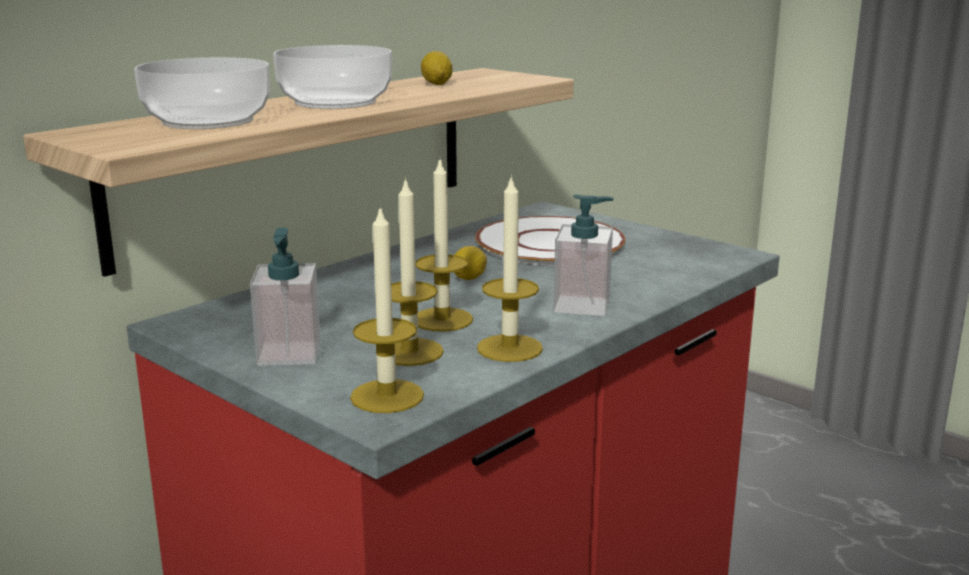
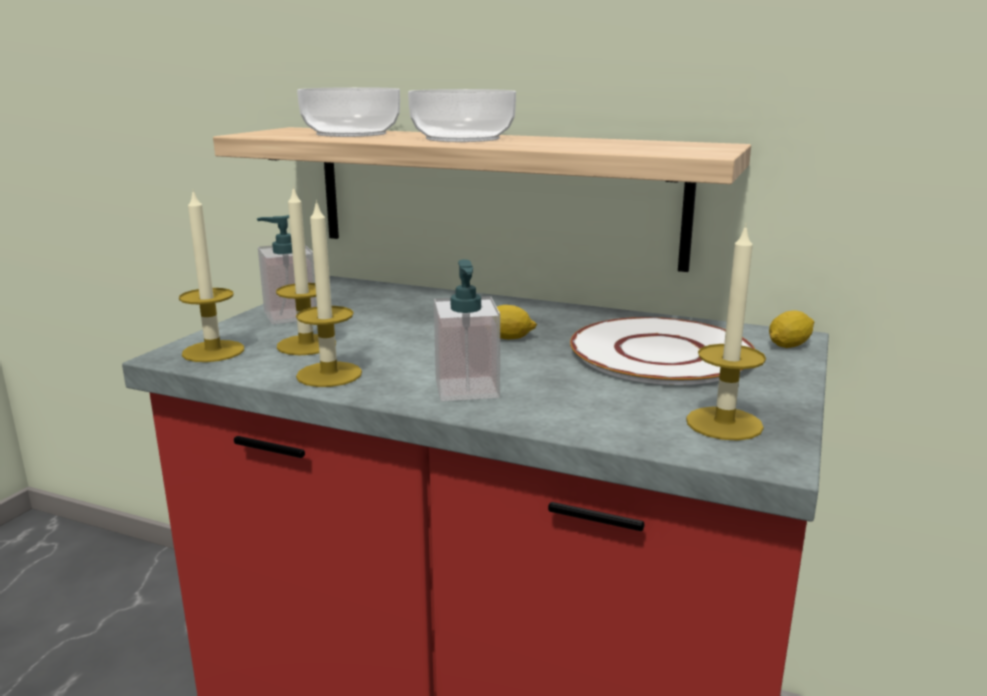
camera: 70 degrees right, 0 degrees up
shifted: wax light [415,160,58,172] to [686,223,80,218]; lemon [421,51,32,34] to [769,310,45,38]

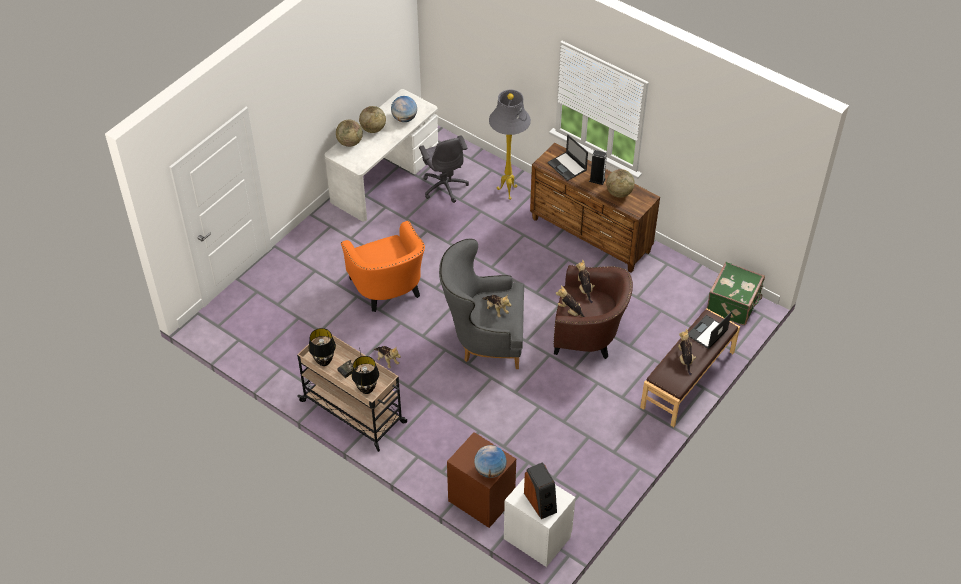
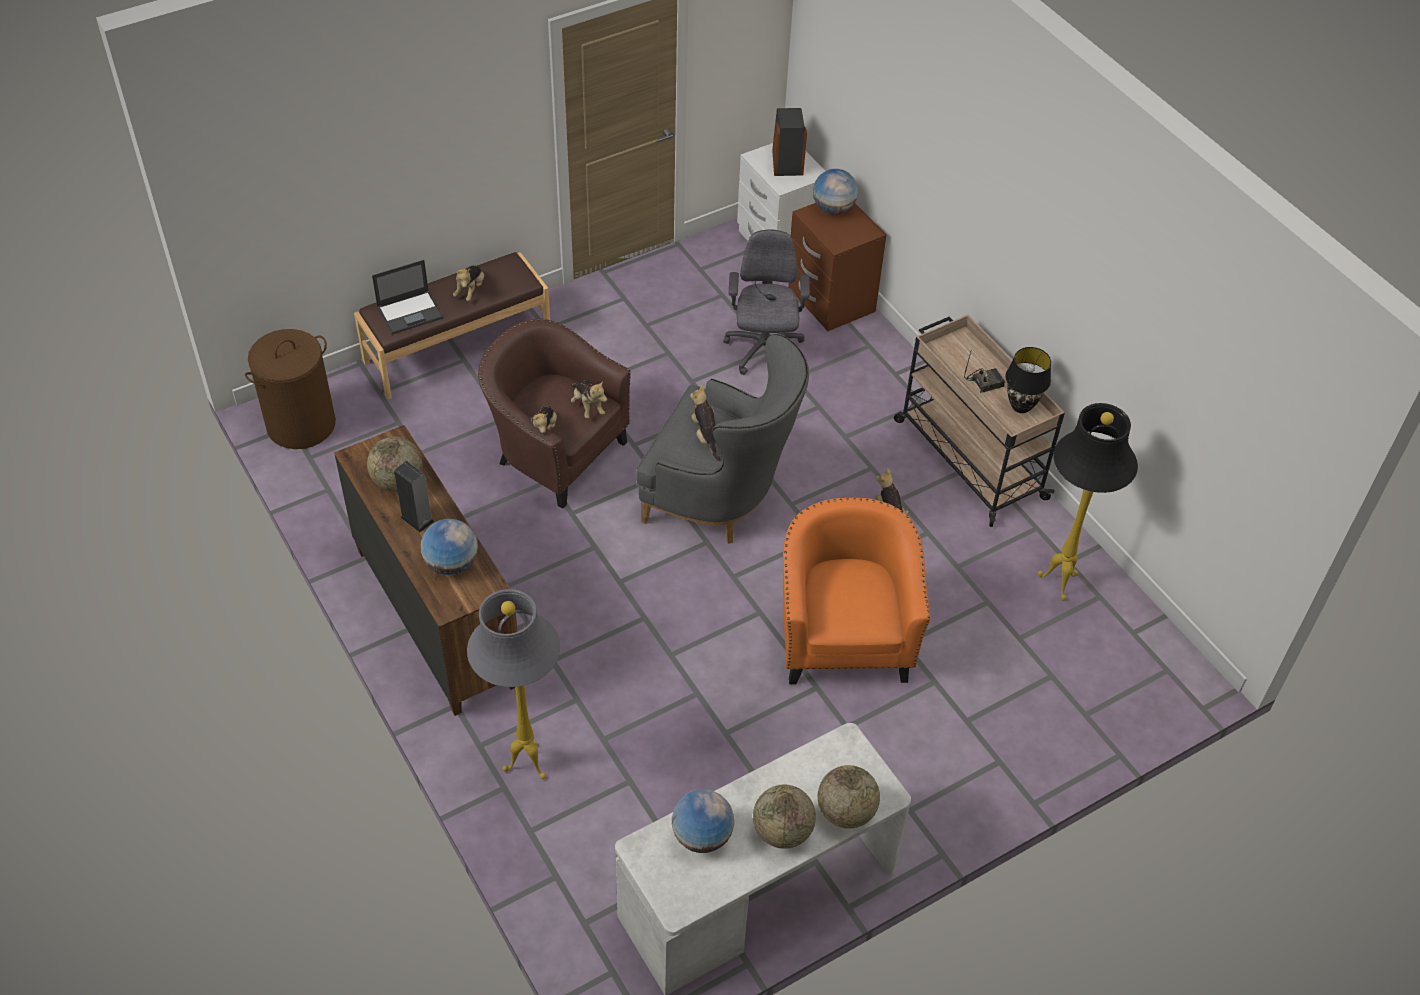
camera: 160 degrees left, 0 degrees up
gone: black-coloured lamp for a table [351,356,28,38]
new: black-coloured floor lamp [1038,403,100,198]
shifted: gray computer chair [419,136,50,67] to [723,229,87,146]
swapped: green-coloured travel case [707,262,58,63] to brown laundry basket [245,329,91,120]; notebook computer [547,134,41,47] to world globe [421,519,57,56]

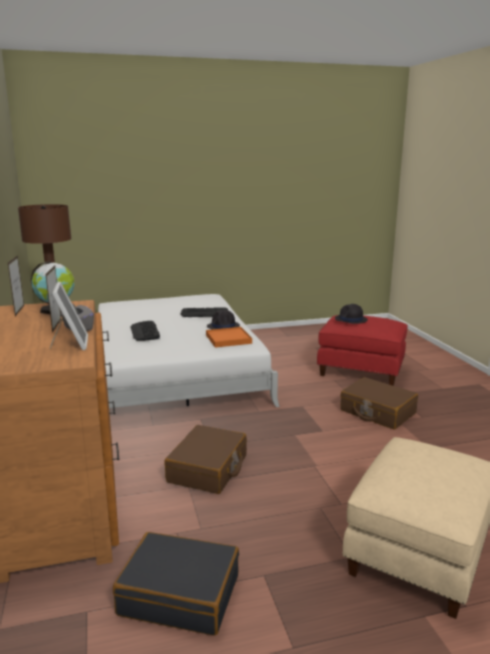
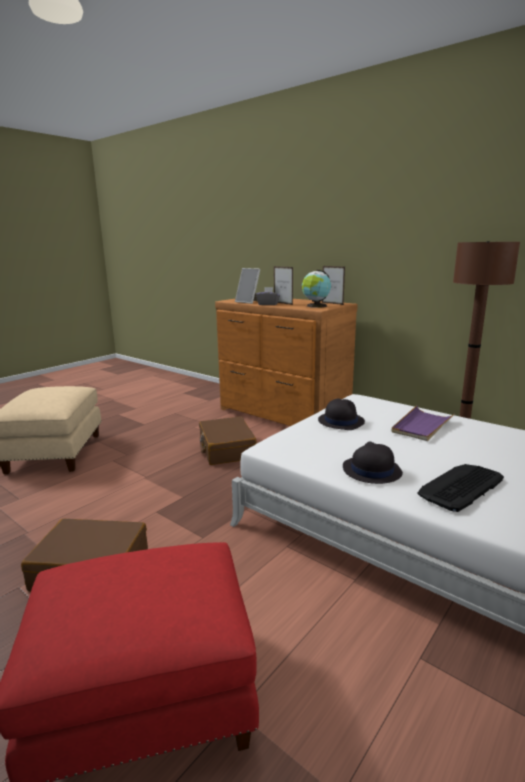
camera: 145 degrees right, 0 degrees up
gone: black-coloured travel case [113,532,126,103]; orange-coloured carrying tray [206,327,46,21]
shifted: black-coloured wearable hat [335,304,33,20] to [318,398,47,32]
swapped: computer keyboard [130,321,30,20] to purple-coloured carrying tray [391,405,64,36]

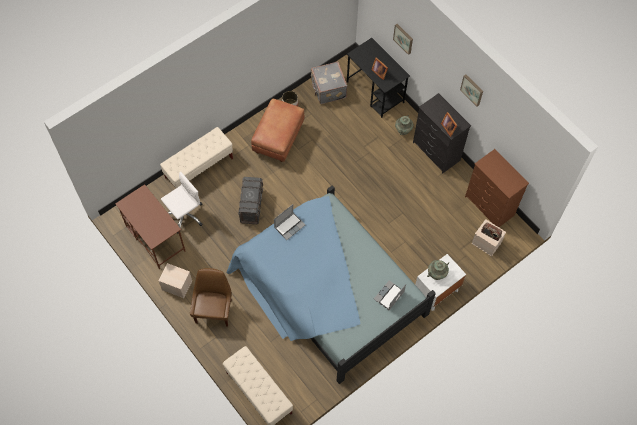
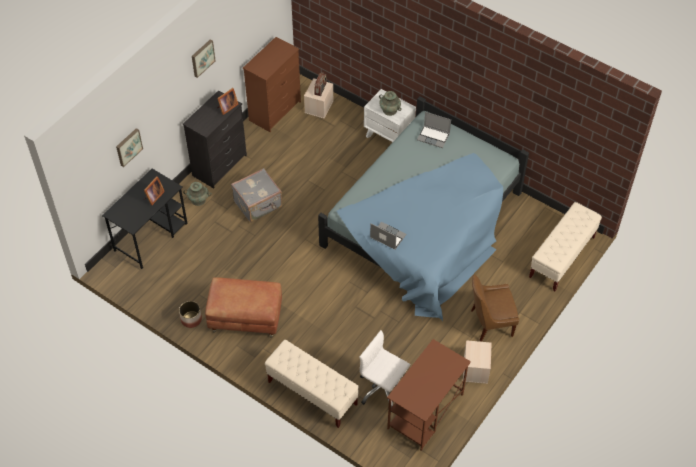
camera: 105 degrees left, 10 degrees down
gone: gray storage box [238,177,25,47]
shifted: gray travel case [311,61,36,43] to [231,168,51,54]

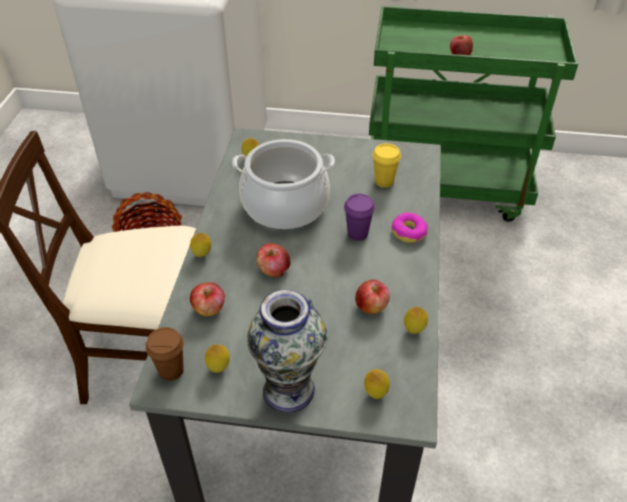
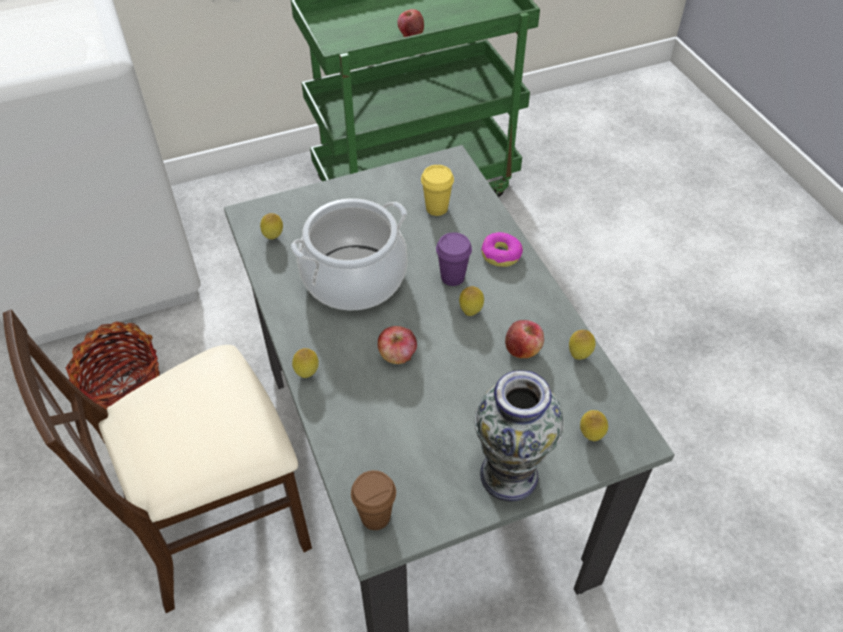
camera: 30 degrees left, 5 degrees up
gone: whole apple [190,282,35,34]
shifted: lemon [205,344,25,29] to [459,286,25,30]

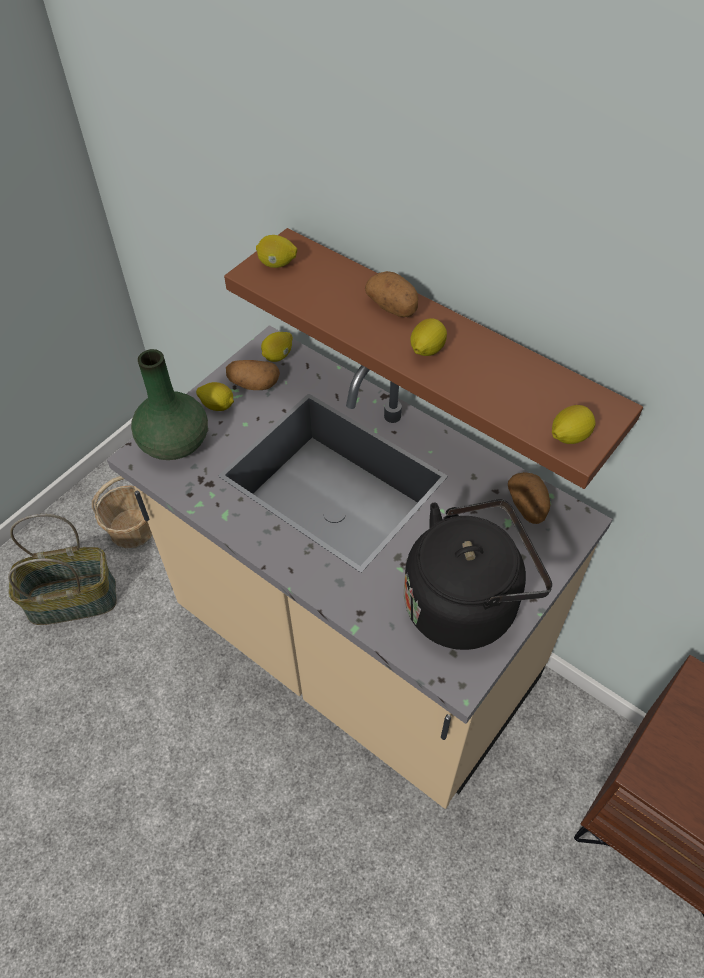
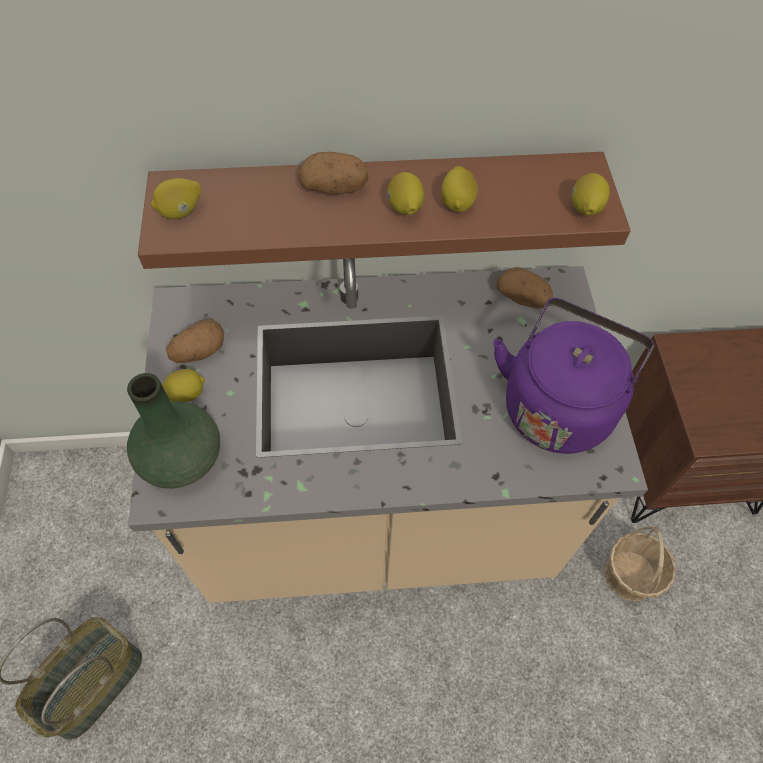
camera: 45 degrees left, 5 degrees up
shifted: lemon [261,332,32,30] to [441,166,37,46]; basket [92,476,60,72] to [604,526,72,75]
repainted: black-coloured water kettle [404,499,148,151] to purple-coloured water kettle [493,298,162,156]

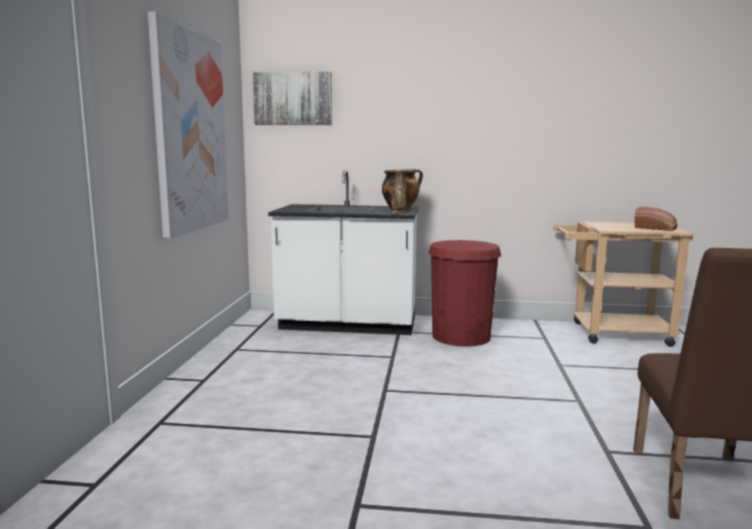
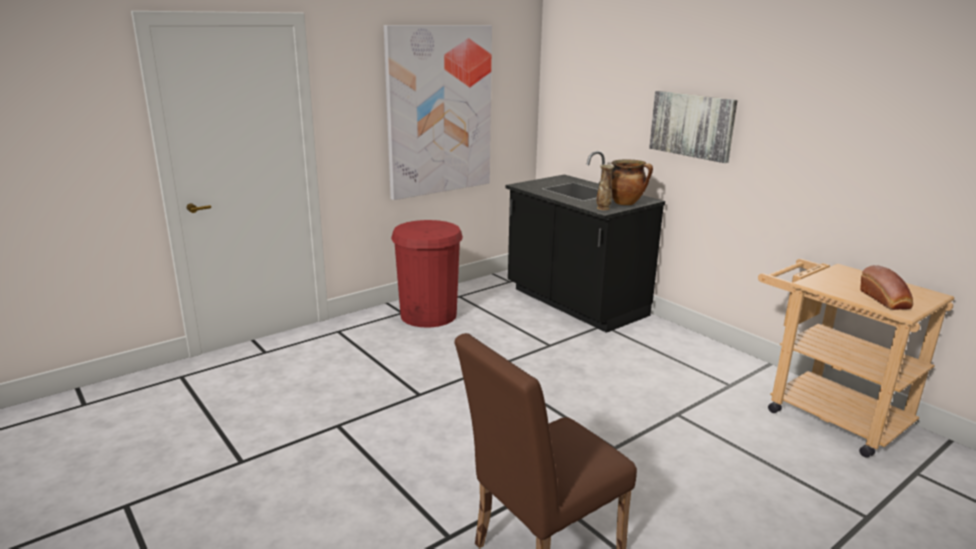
camera: 45 degrees right, 10 degrees up
shifted: reddish trash can [428,240,73,107] to [391,220,72,108]; wall art [253,72,79,53] to [649,91,88,72]
repainted: white kitchen base unit [268,170,150,165] to black-coloured kitchen base unit [505,151,160,182]

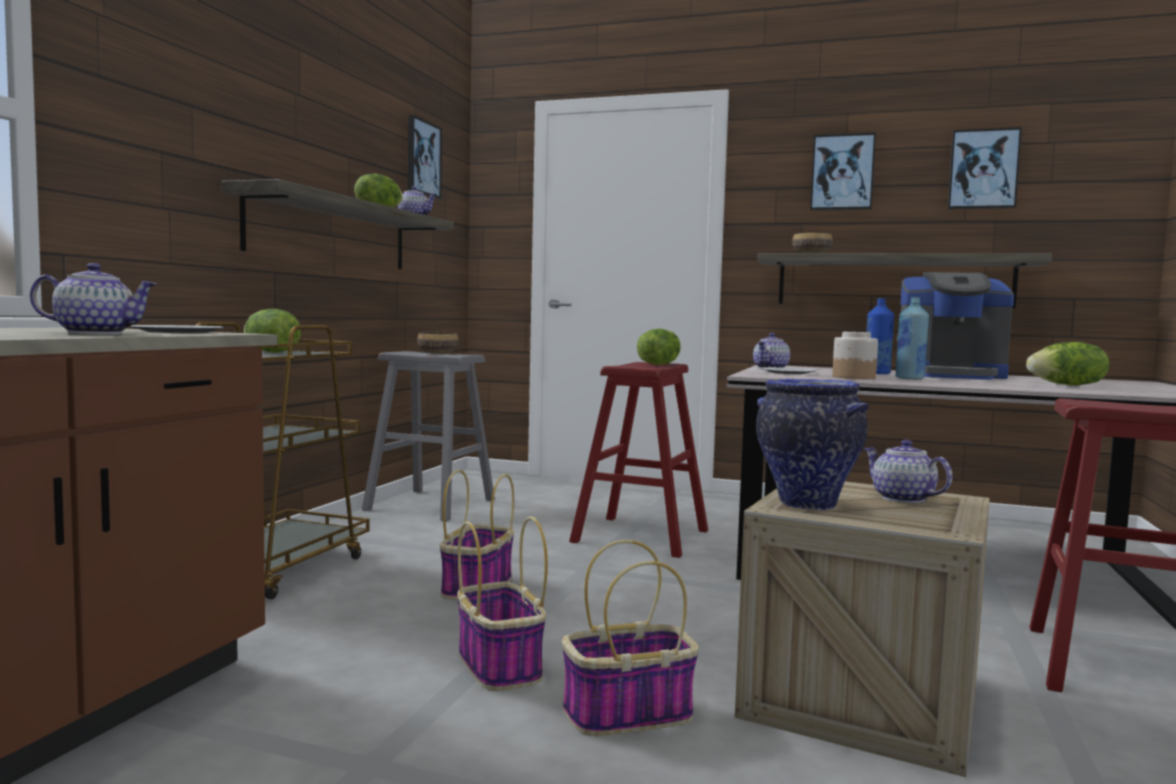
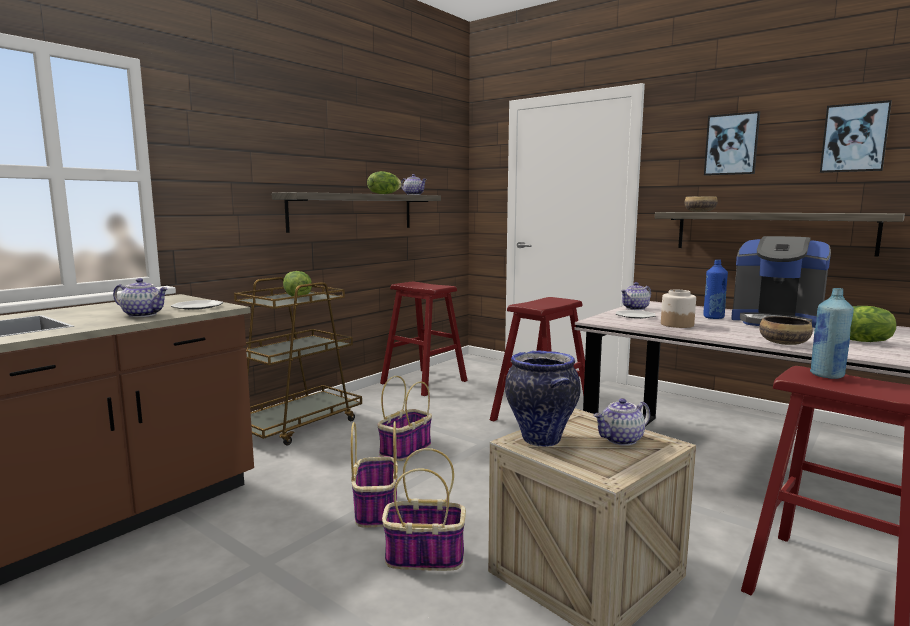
camera: 20 degrees right, 5 degrees up
gone: wall art [408,115,34,84]; head of lettuce [637,329,44,36]
shifted: deep dish [417,332,42,22] to [759,316,54,29]; bluish drink bottle [895,297,34,83] to [810,288,44,91]
repainted: gray stool [362,351,133,170] to reddish stool [380,282,88,114]
rotated: teapot [864,440,88,63] = [593,398,57,48] 105 degrees counterclockwise

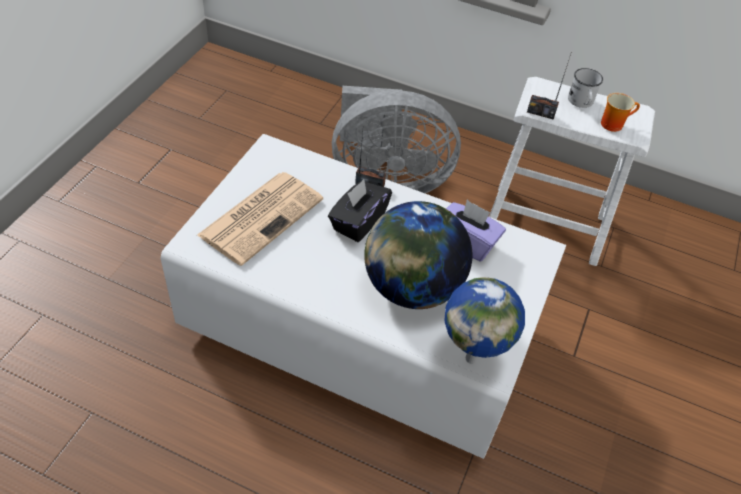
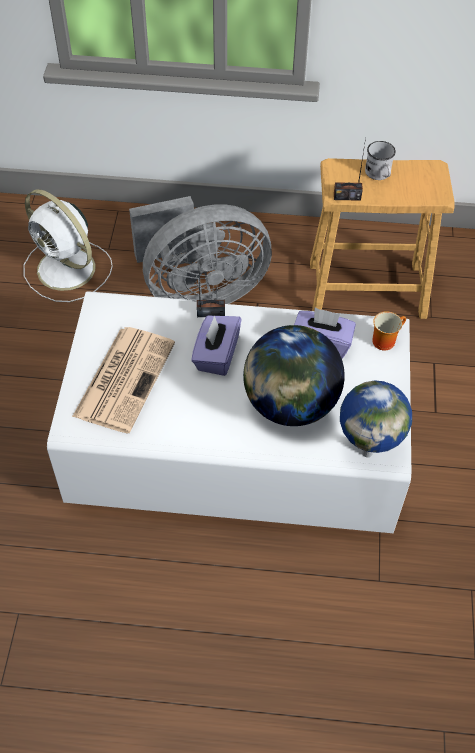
camera: 15 degrees left, 5 degrees up
new: white fan [24,189,89,113]
shifted: coffee mug [601,93,39,39] to [372,311,34,40]
repainted: black-coloured tissue box [328,179,64,63] to purple-coloured tissue box [191,315,50,61]; white stool [489,77,166,189] to brown stool [310,158,145,161]

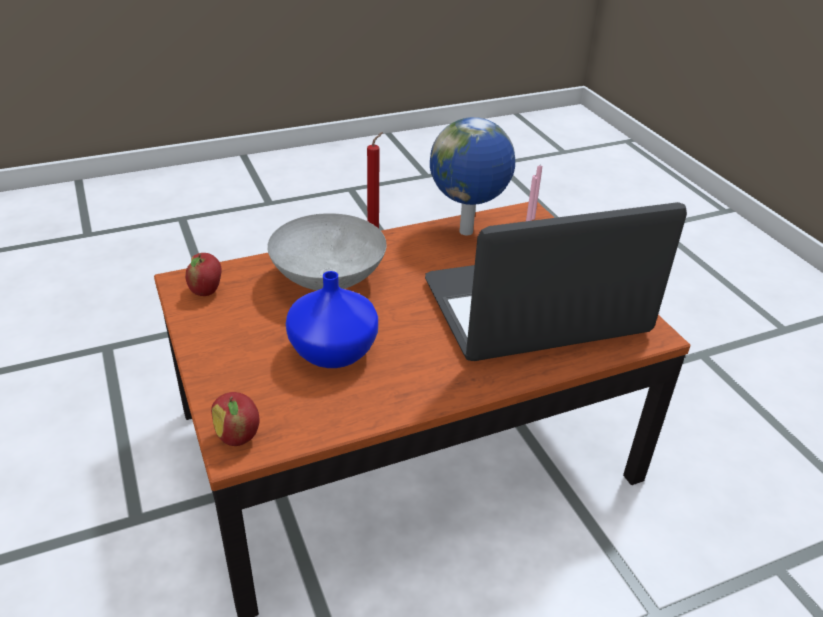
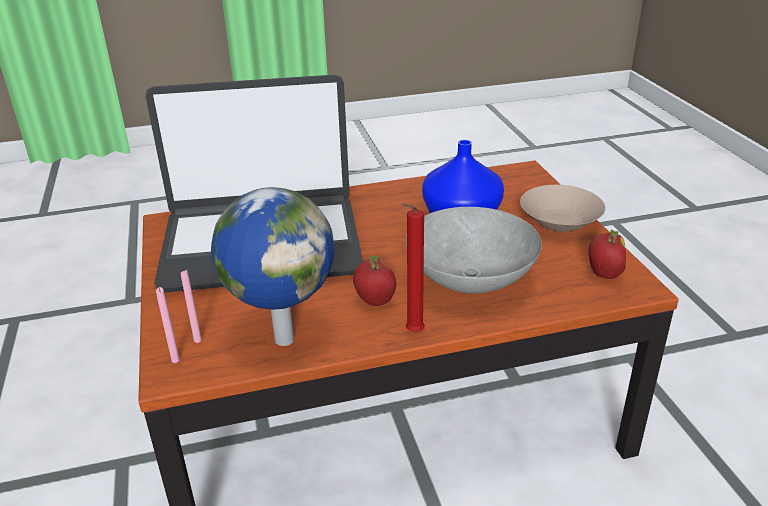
camera: 170 degrees left, 5 degrees down
new: beige deep dish [520,185,86,47]
shifted: whole apple [211,392,48,54] to [353,255,43,51]

